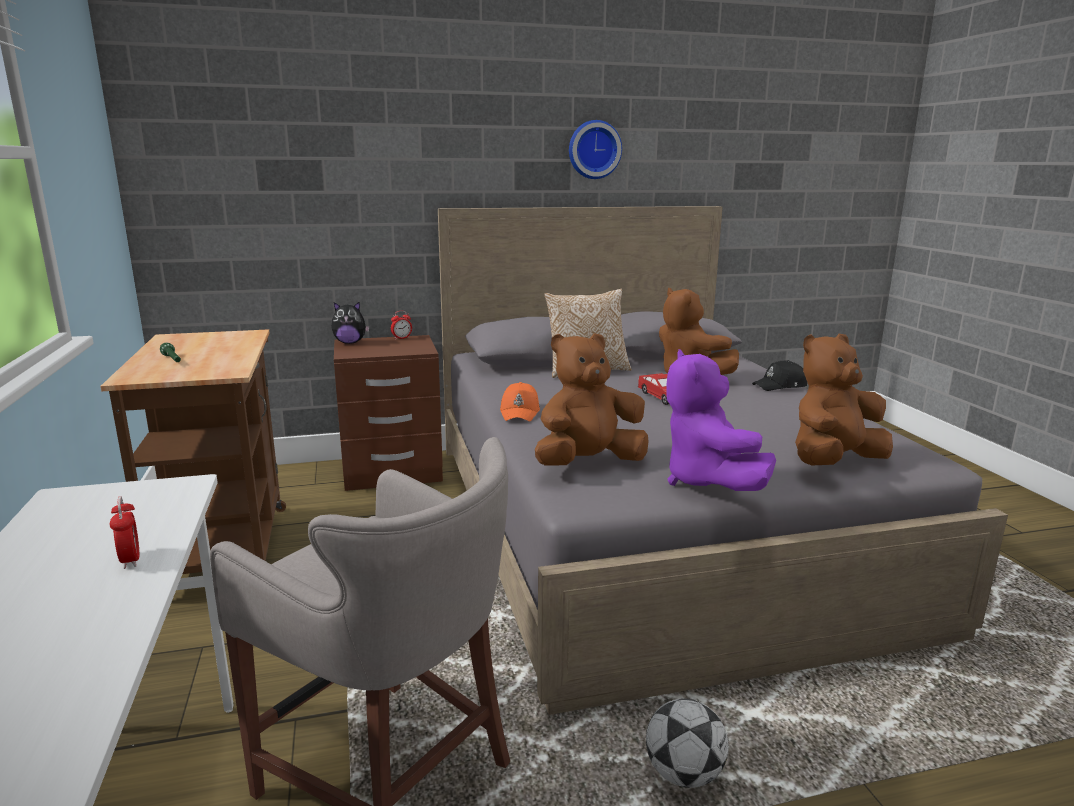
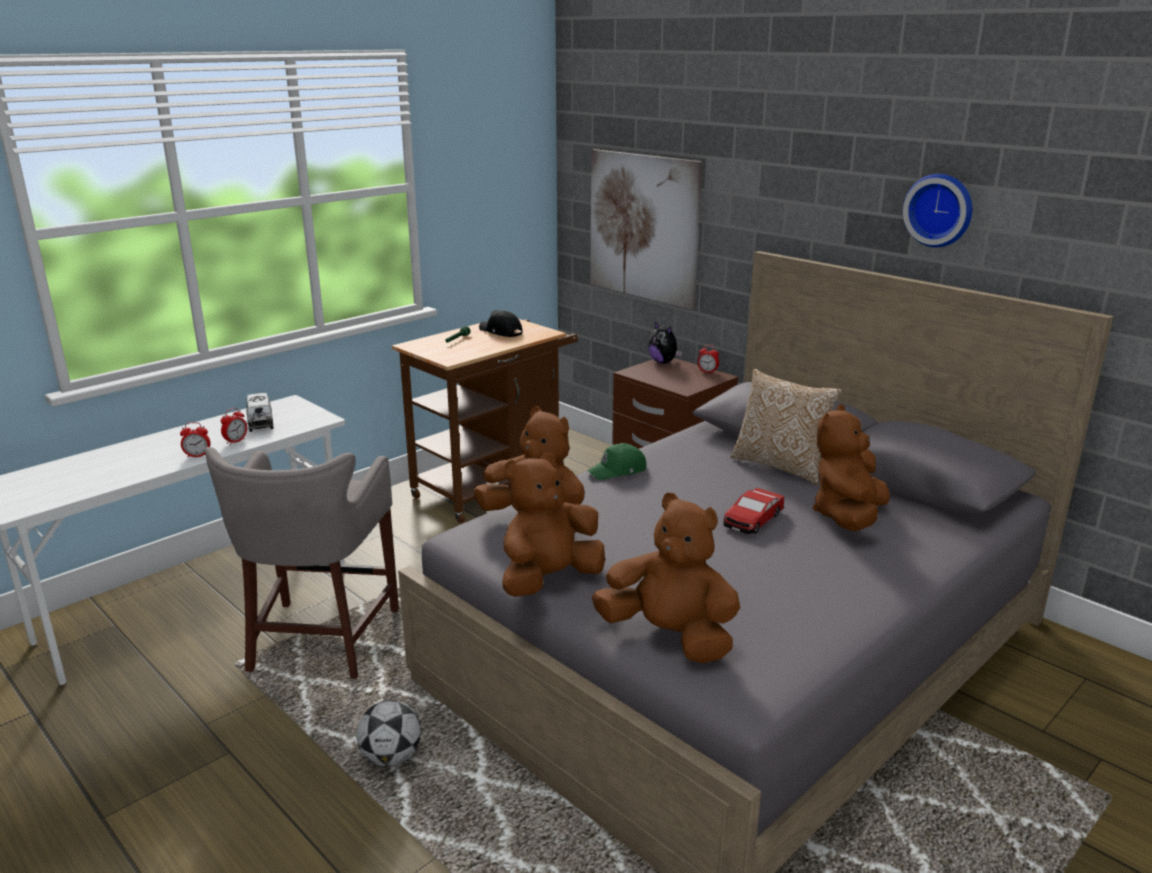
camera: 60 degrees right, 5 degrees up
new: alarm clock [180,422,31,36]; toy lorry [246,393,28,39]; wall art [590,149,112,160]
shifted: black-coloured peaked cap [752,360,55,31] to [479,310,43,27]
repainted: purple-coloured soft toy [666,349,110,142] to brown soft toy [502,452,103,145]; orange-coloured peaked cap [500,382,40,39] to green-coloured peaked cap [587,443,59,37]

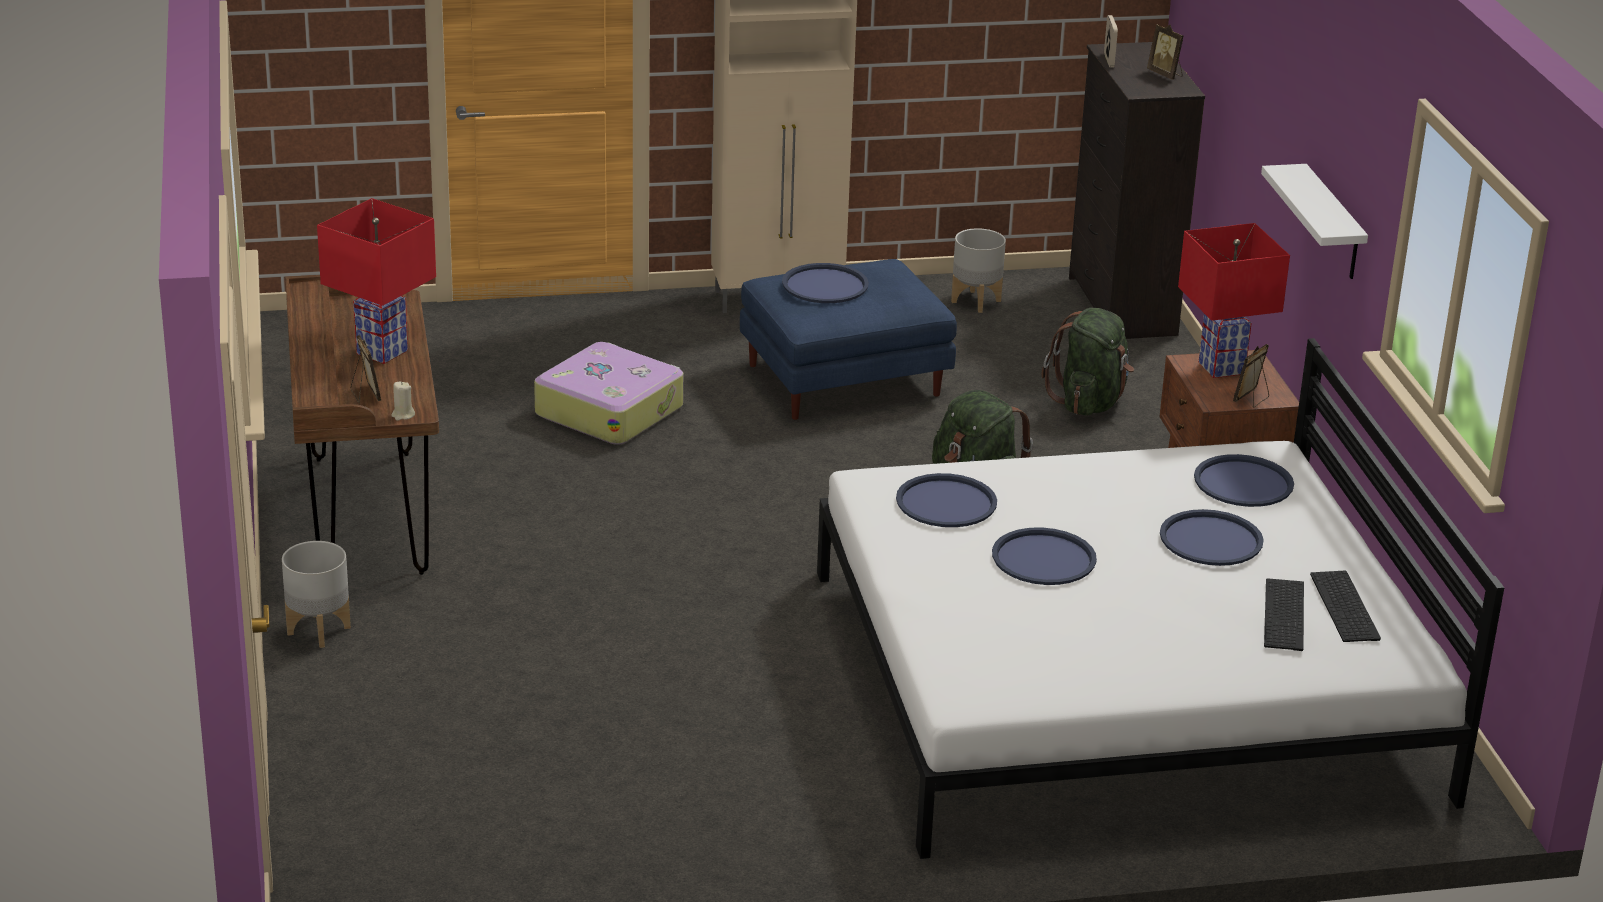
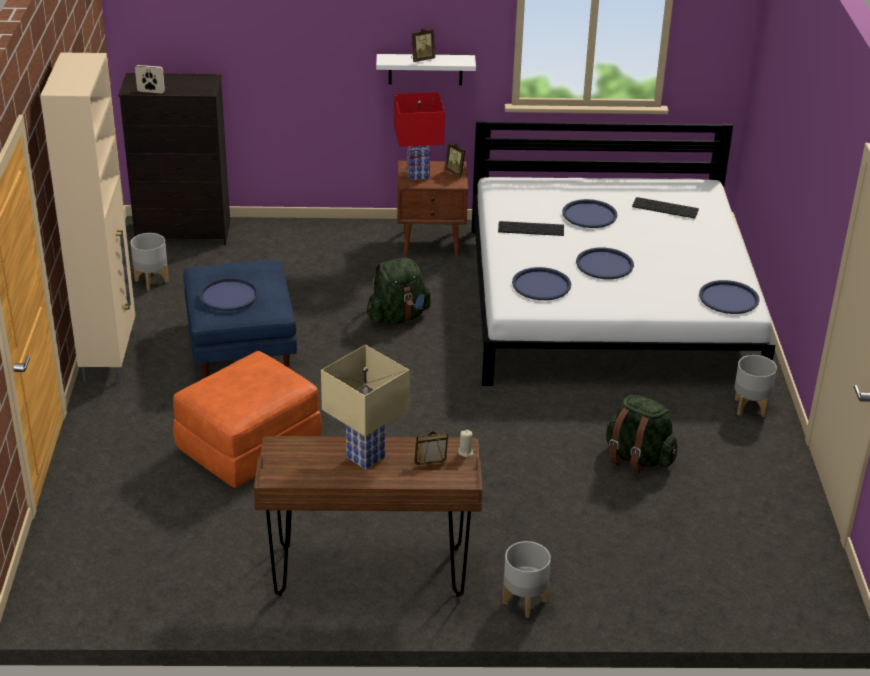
camera: 80 degrees left, 5 degrees up
new: gray planter [734,355,43,62]
shifted: photo frame [1147,24,37,56] to [411,28,24,34]; computer keyboard [1310,571,71,71] to [498,221,66,15]; green-coloured rucksack [1041,308,93,108] to [606,395,72,79]; bluish carrying tray [1194,454,100,53] to [699,280,61,34]
swapped: travel case [534,342,149,103] to orange-coloured footrest [173,351,149,137]
repainted: reddish lamp for a table [317,198,119,166] to beige lamp for a table [321,345,89,124]

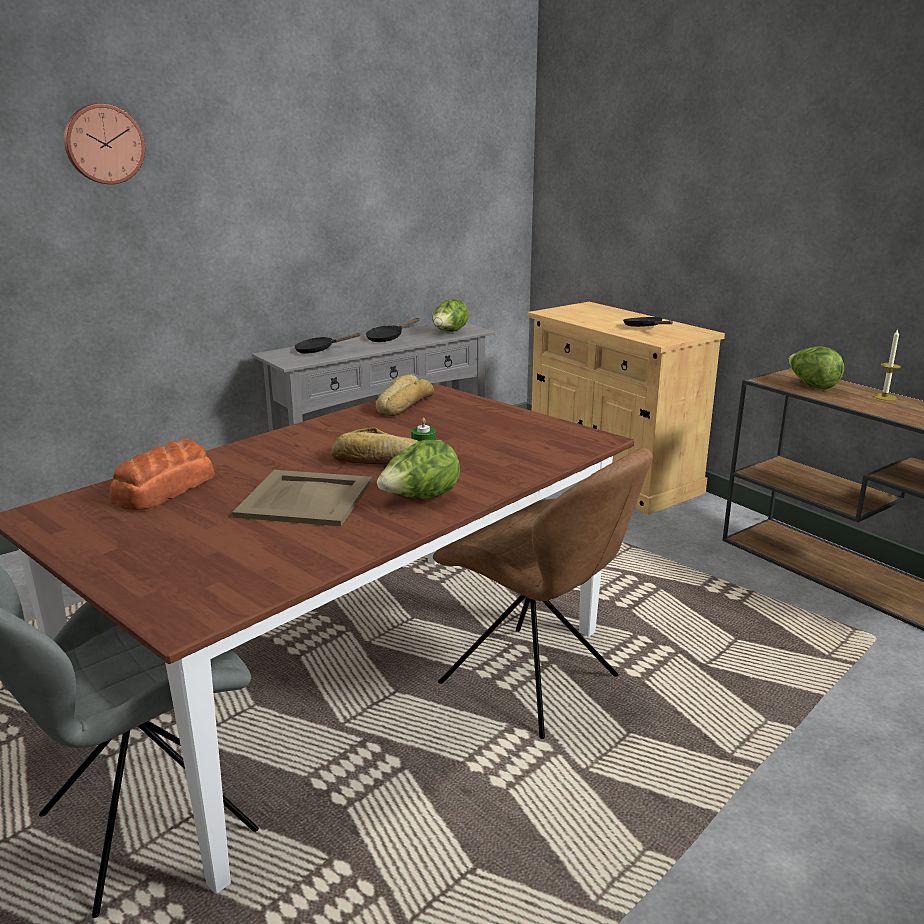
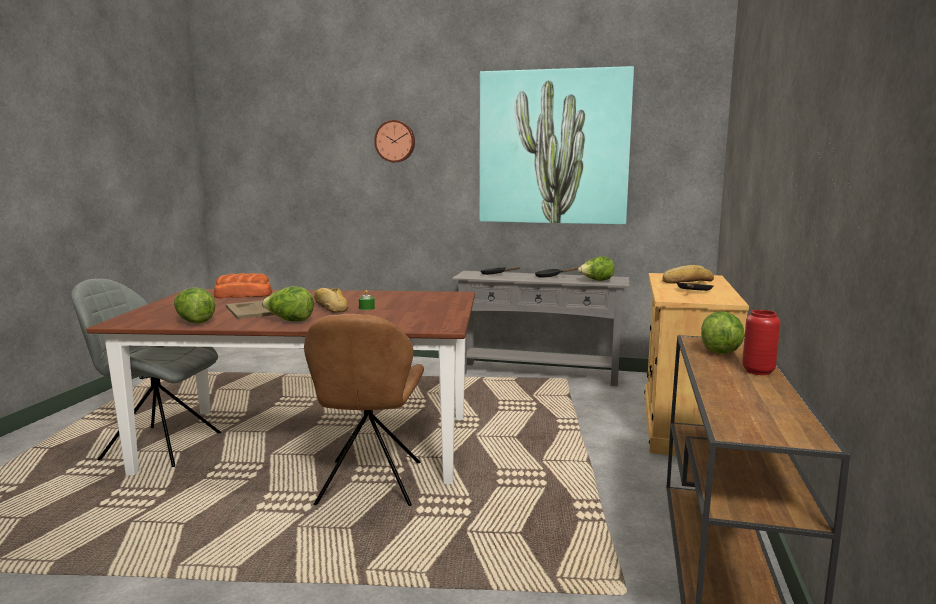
camera: 50 degrees right, 10 degrees down
new: head of lettuce [174,287,41,36]; wall art [479,66,155,159]
shifted: bakery bread [376,375,58,41] to [662,265,52,19]
swapped: wax light [873,329,28,72] to reddish vase [742,310,39,65]

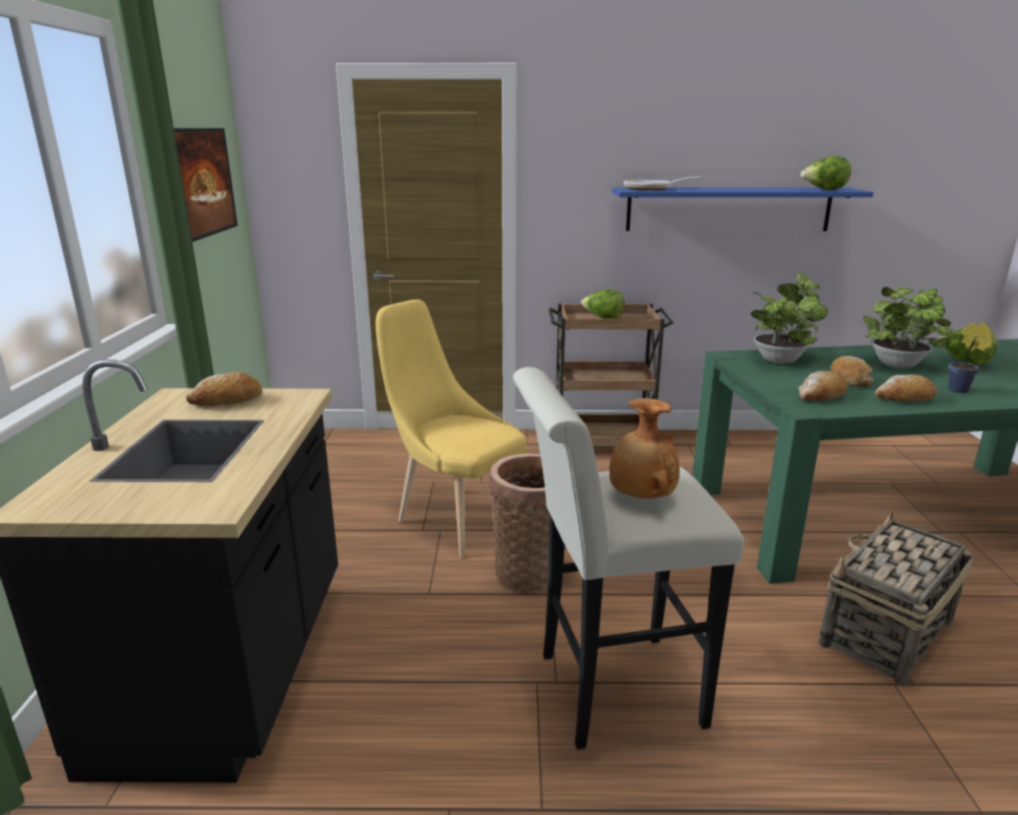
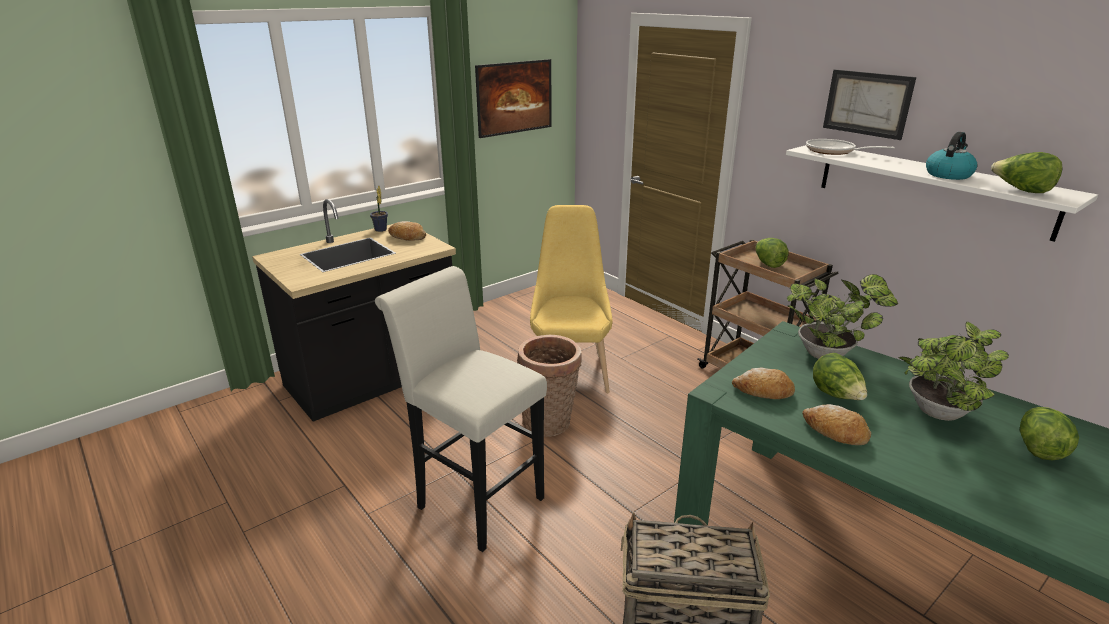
camera: 50 degrees right, 5 degrees up
gone: brown vase [609,398,71,101]
new: wall art [823,69,93,71]; water kettle [926,132,52,48]
shifted: houseplant [948,322,45,71] to [370,186,18,46]
swapped: bakery bread [831,356,43,31] to head of lettuce [813,353,54,47]
repainted: bluish wall shelf [612,187,262,44] to white wall shelf [786,145,312,97]

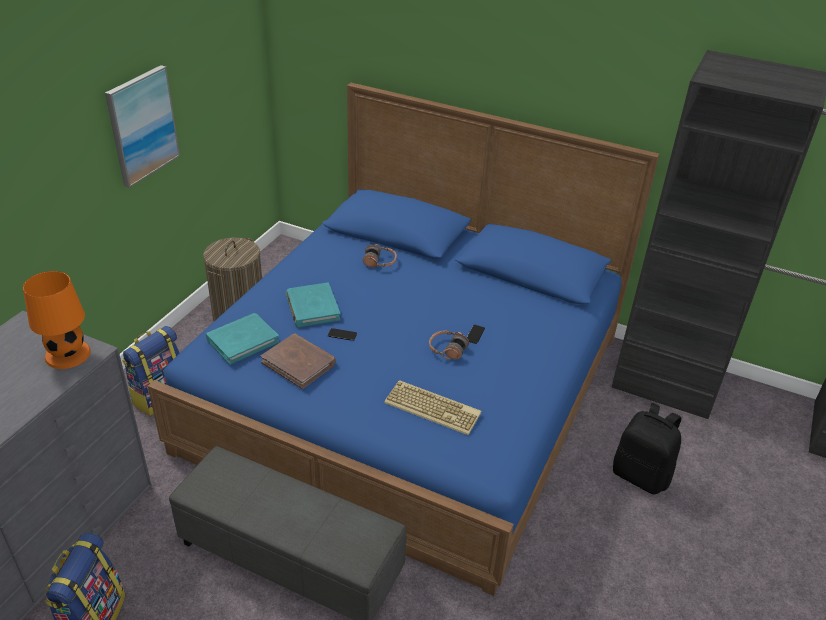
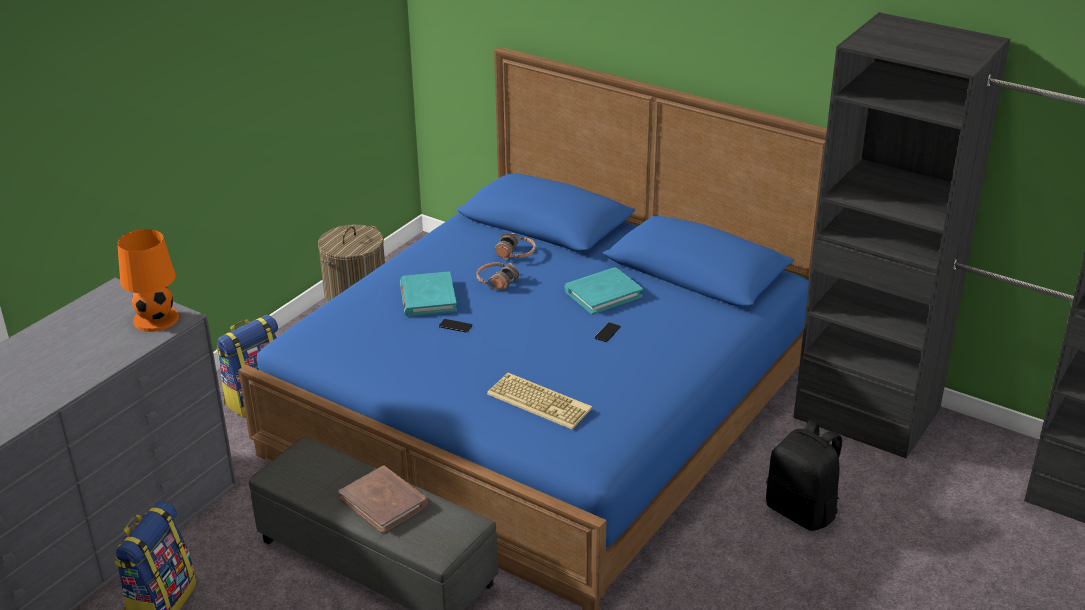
camera: 10 degrees right, 5 degrees down
gone: wall art [105,65,75,123]
shifted: brown bound book [261,333,75,56] to [339,466,89,68]; headphones [429,331,40,29] to [477,263,42,27]; blue-green bound book [206,313,73,52] to [565,267,78,48]

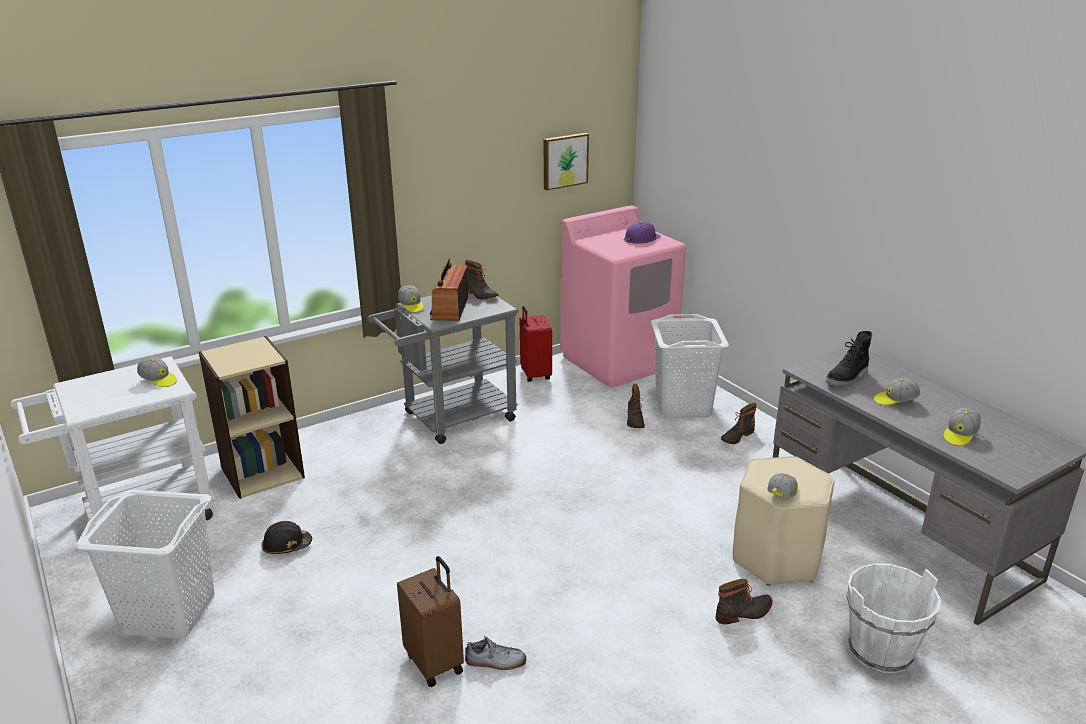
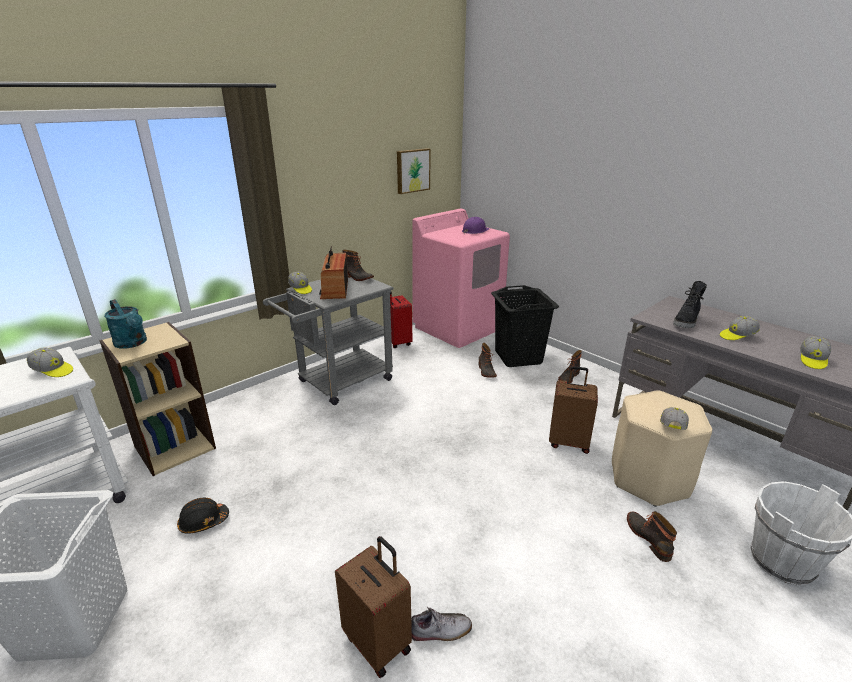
camera: 10 degrees left, 0 degrees up
new: blue-green watering can [104,299,43,50]; brown travel case [549,366,49,88]
repainted: white laundry basket [651,314,78,104] to black-coloured laundry basket [491,285,68,82]
rotated: high-top boot [715,579,58,45] = [627,511,50,51] 75 degrees counterclockwise

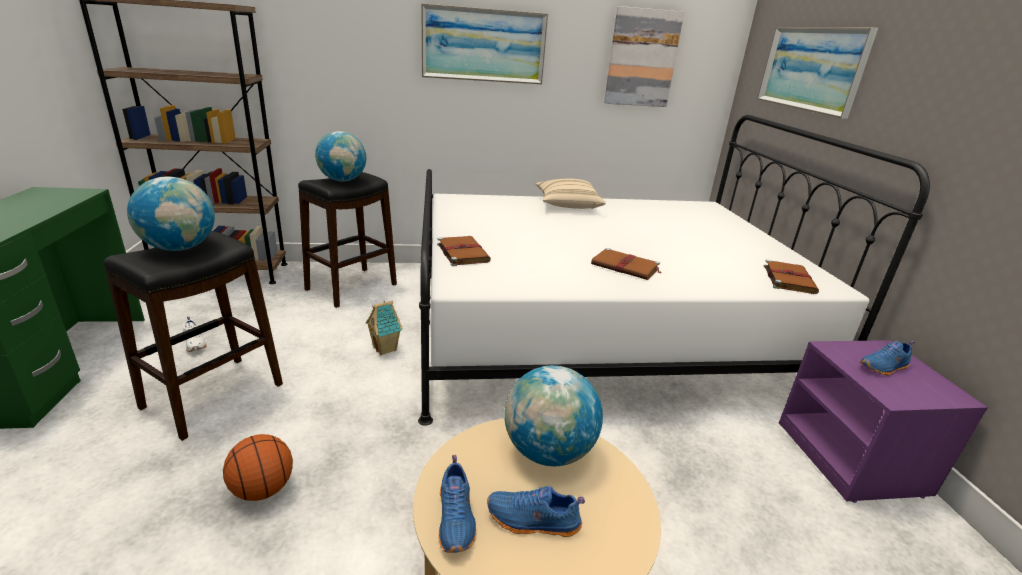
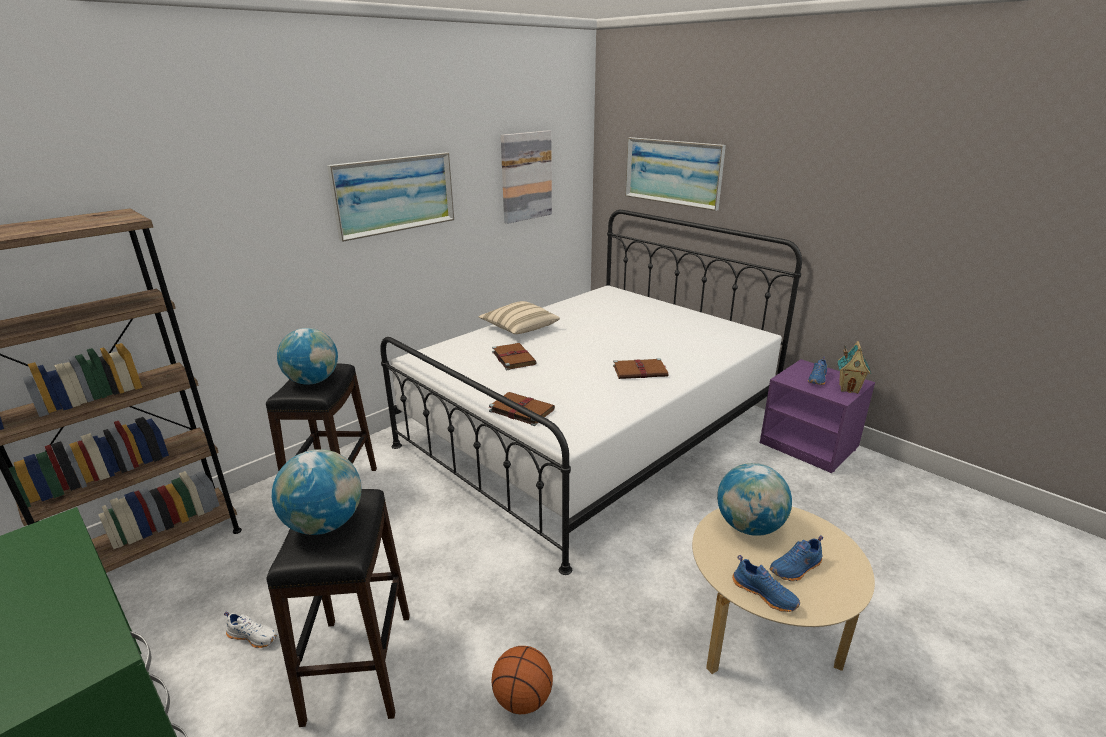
camera: 35 degrees left, 0 degrees up
shifted: brown bound book [764,260,55,34] to [492,343,45,27]; toy house [366,301,37,55] to [837,341,34,53]

